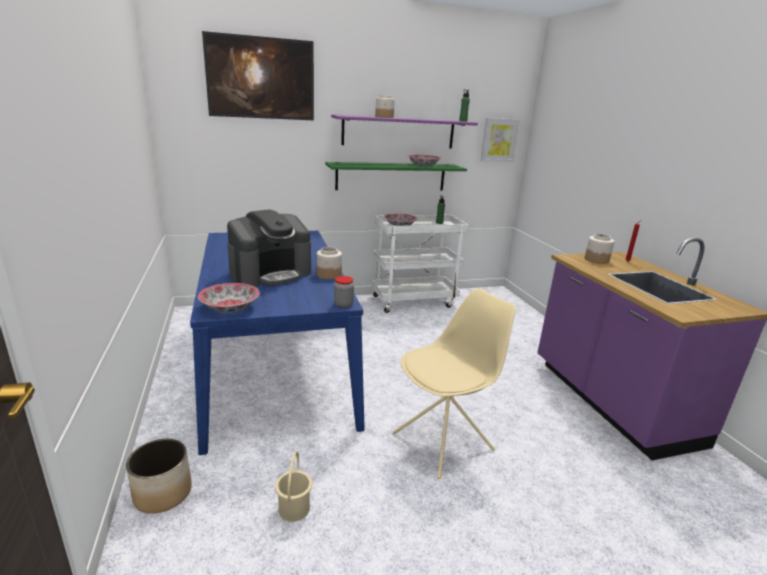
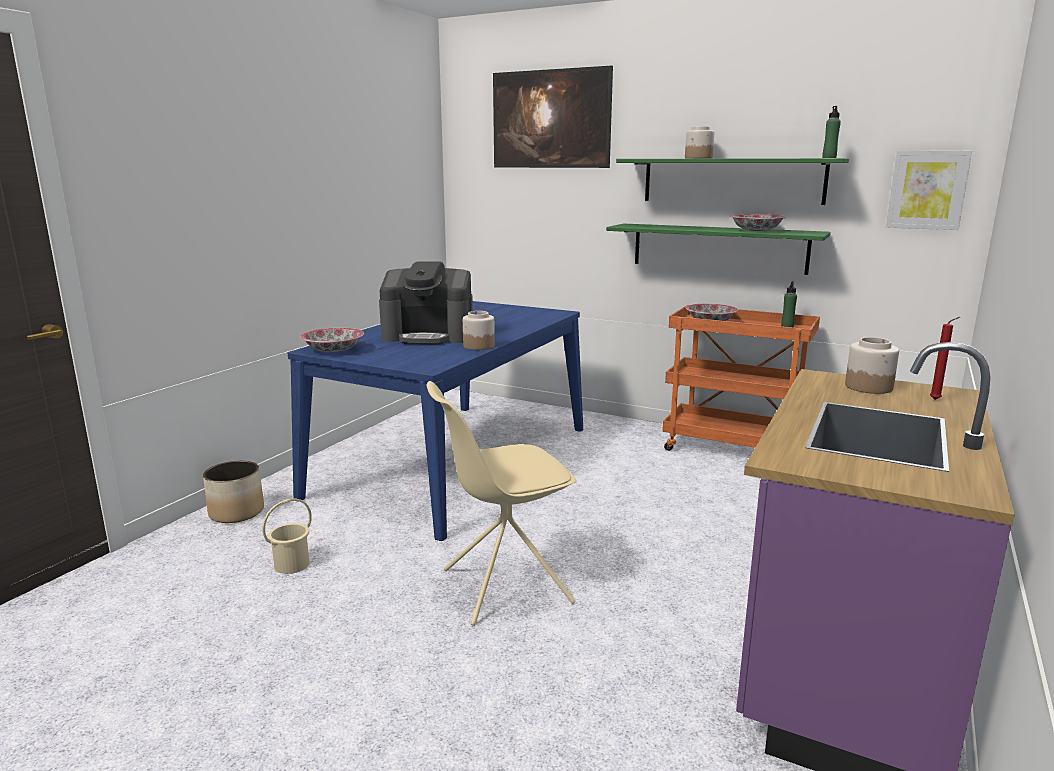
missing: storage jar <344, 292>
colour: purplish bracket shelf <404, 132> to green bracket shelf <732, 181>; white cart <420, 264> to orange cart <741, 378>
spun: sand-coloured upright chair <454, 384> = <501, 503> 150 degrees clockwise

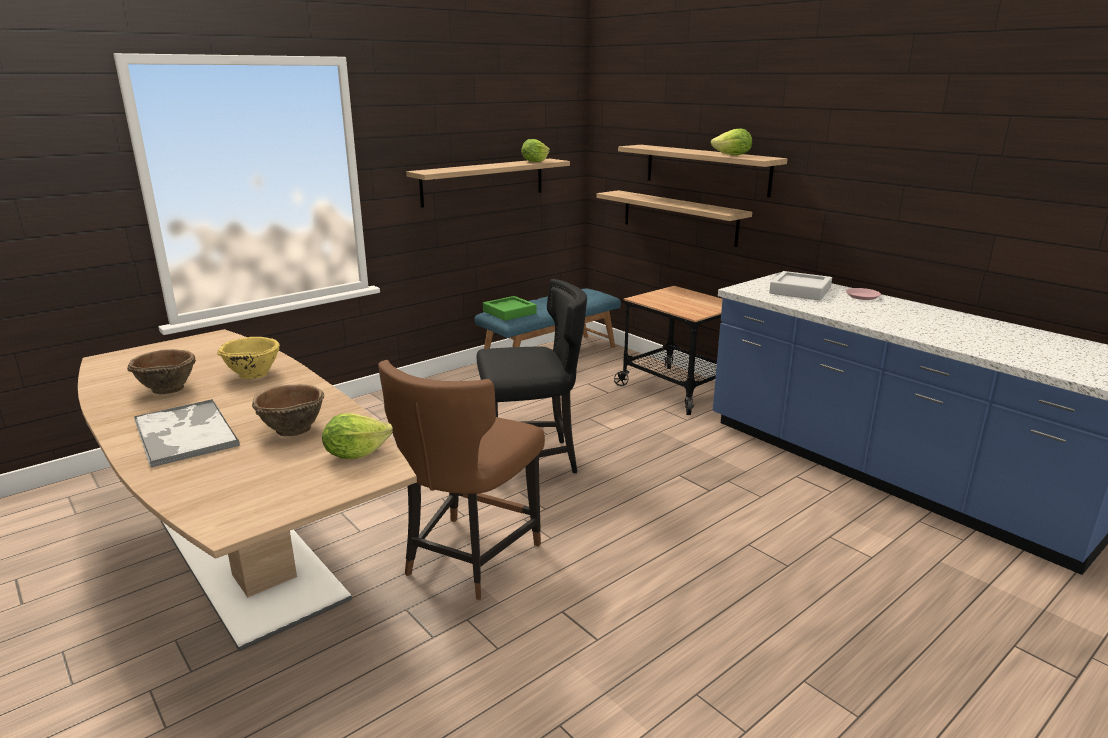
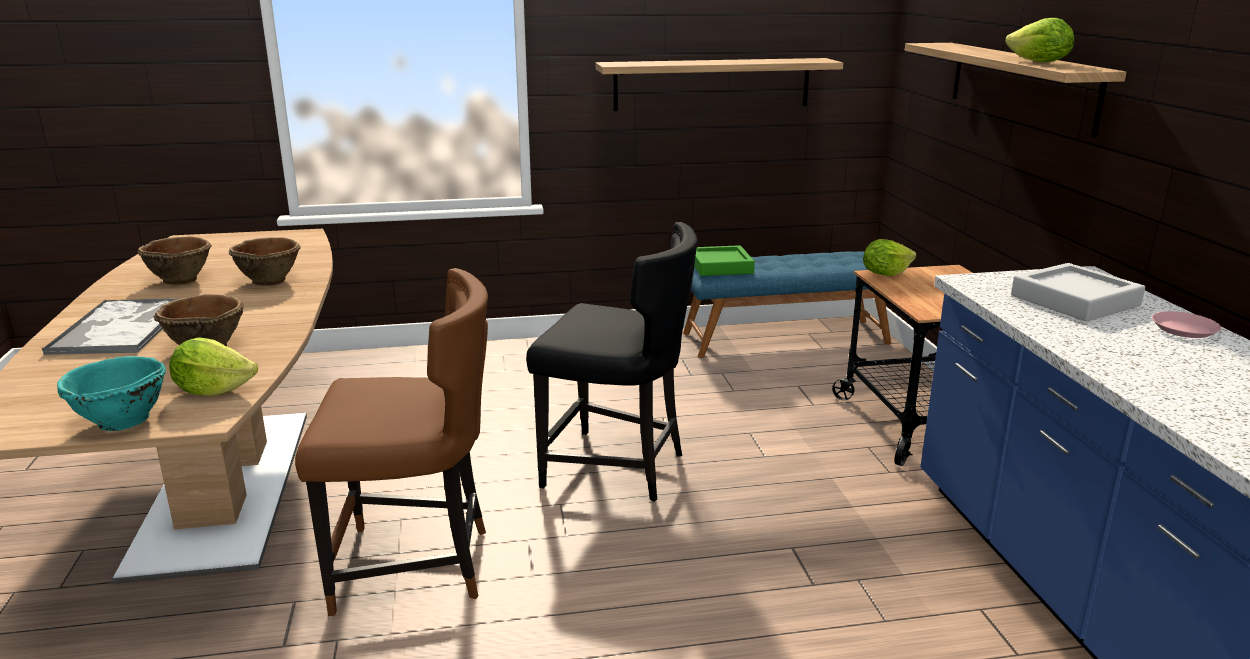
missing: bracket shelf <674, 218>
appeared: turquoise serving bowl <111, 393>
relocated: lettuce head <535, 150> to <889, 257>
colour: yellow serving bowl <248, 358> to brown serving bowl <265, 261>
spun: brown upright chair <461, 480> = <391, 442> 150 degrees counterclockwise

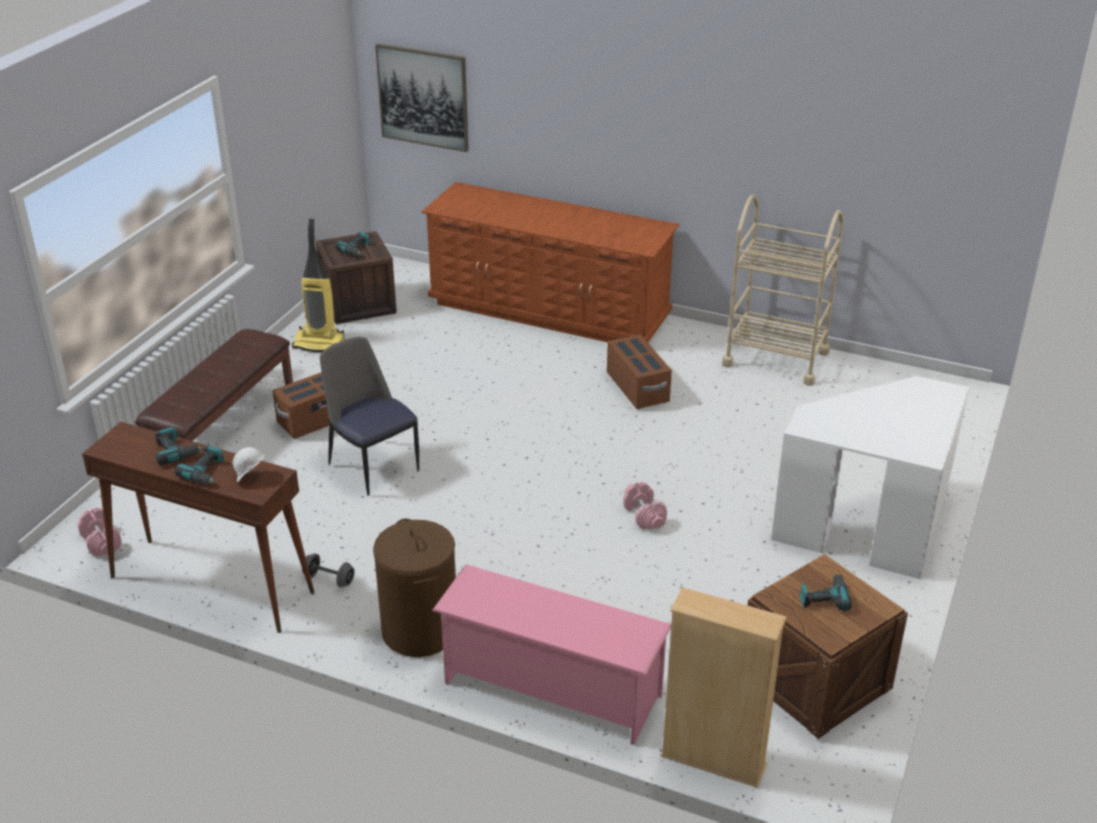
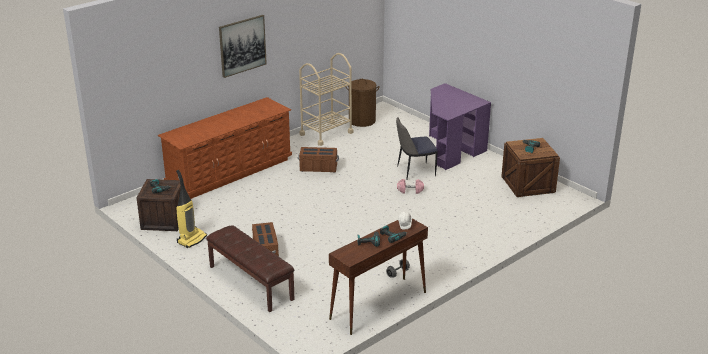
missing: pinkish dumbbell <99, 532>; pinkish shoe rack <551, 654>; sand-coloured bookcase <723, 687>
relocated: upright chair <369, 416> to <417, 148>; brown hamper <414, 587> to <363, 103>; wall art <422, 98> to <243, 46>
colour: white desk table <870, 477> to purplish desk table <460, 126>

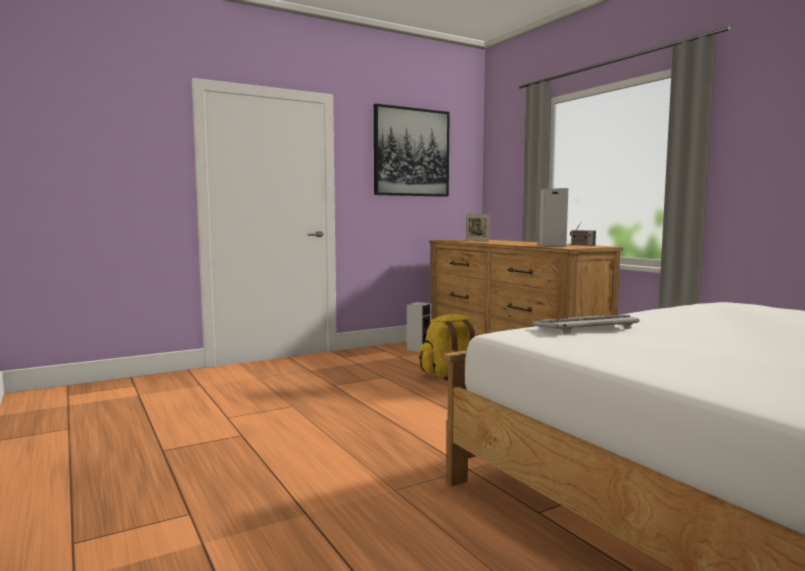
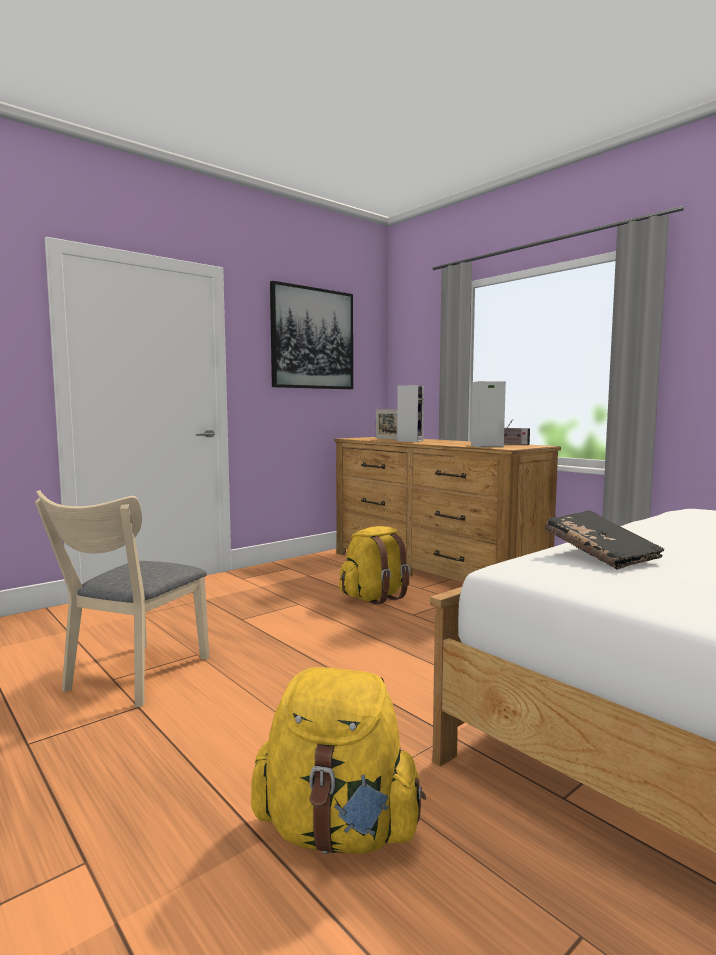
appeared: sand-coloured upright chair <122, 598>; yellow knapsack <338, 760>
relocated: audio speaker <419, 327> to <410, 413>
exchanged: computer keyboard <586, 324> to black book <604, 540>

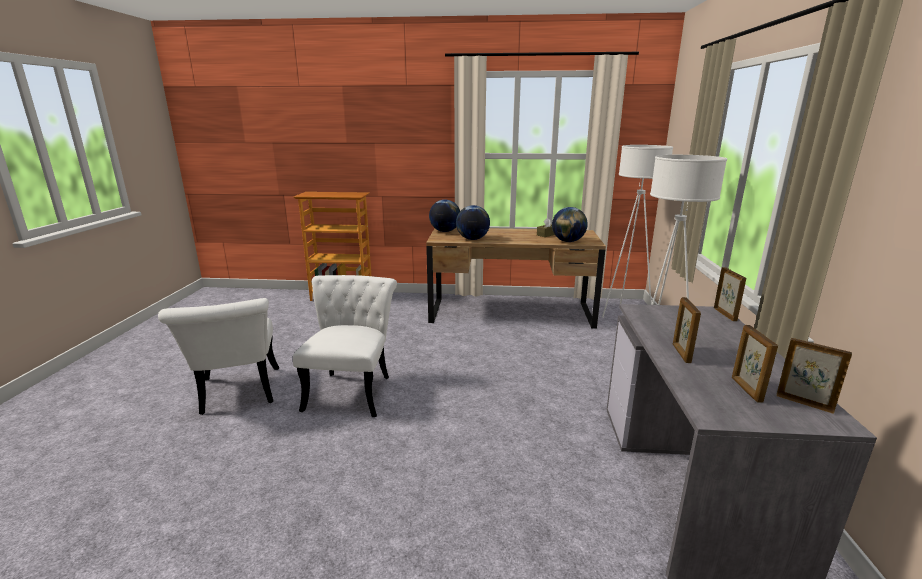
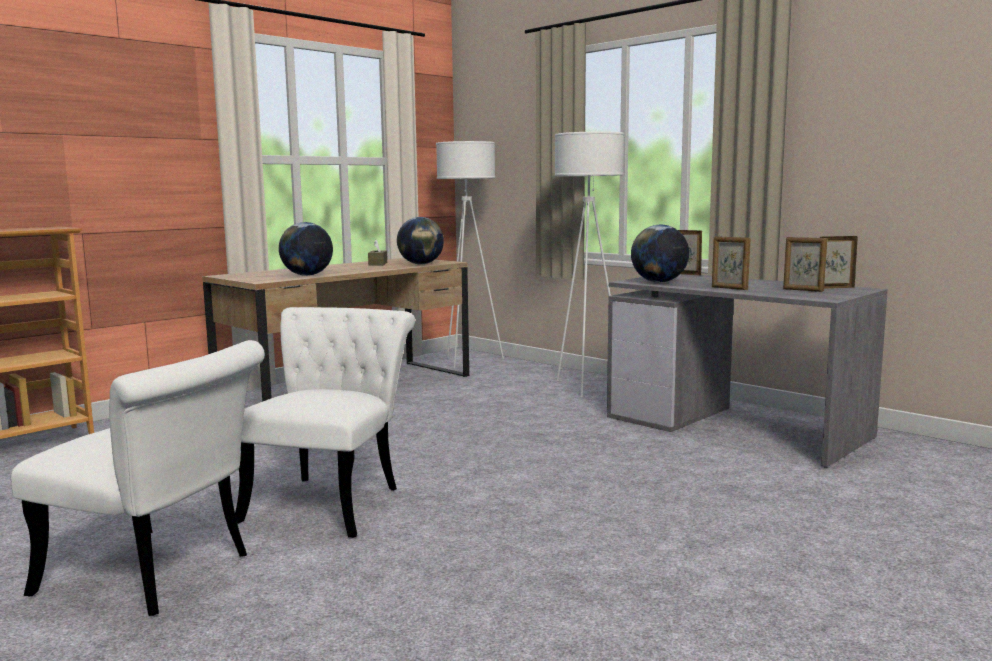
relocated: globe <444, 215> to <660, 253>
spun: white upright chair <345, 346> = <325, 422> 60 degrees clockwise

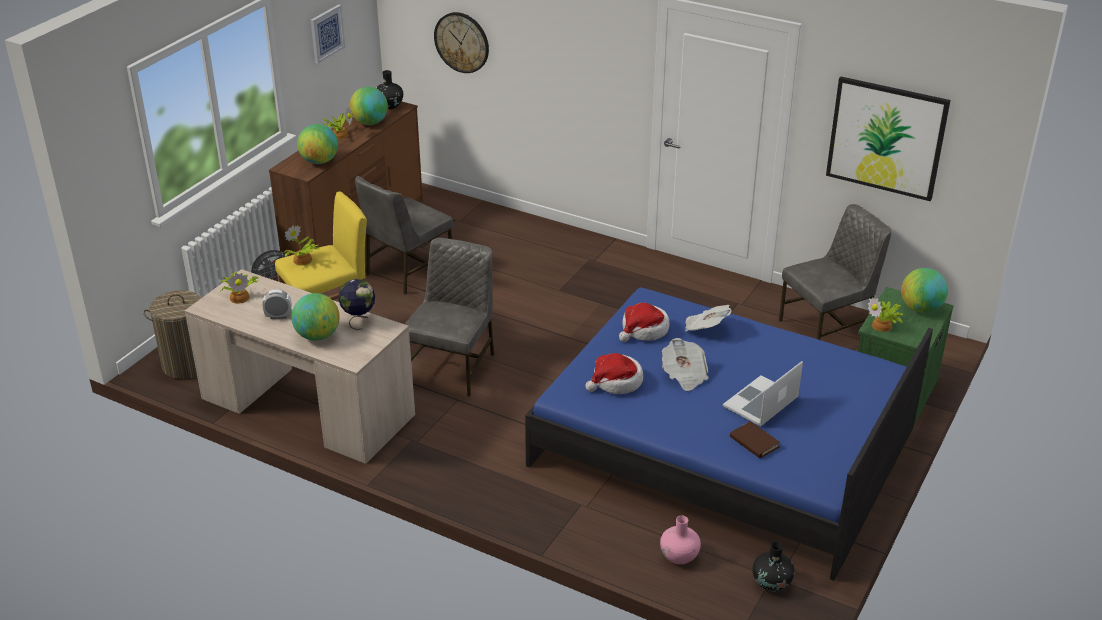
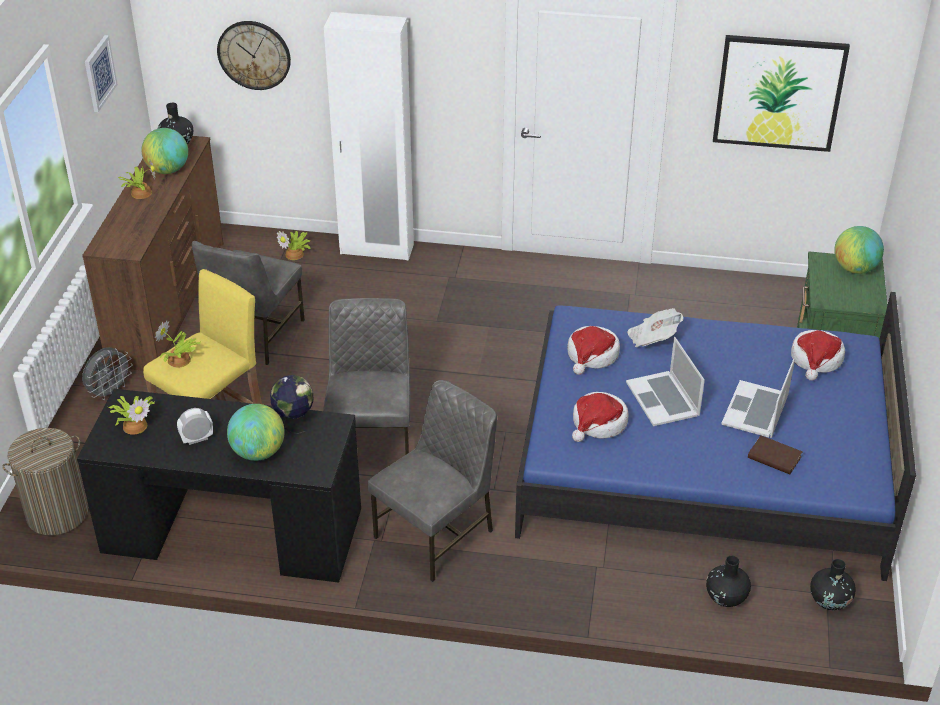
missing: globe <317, 144>
appeared: white wardrobe <369, 136>; clothing hat <818, 355>
relocated: gray upright chair <835, 272> to <432, 481>; houseplant <885, 314> to <294, 245>
exchanged: newspaper <685, 364> to notebook computer <665, 381>
colour: sand-coloured desk table <300, 366> to black desk table <219, 486>; pinkish decorative vase <680, 539> to black decorative vase <728, 581>

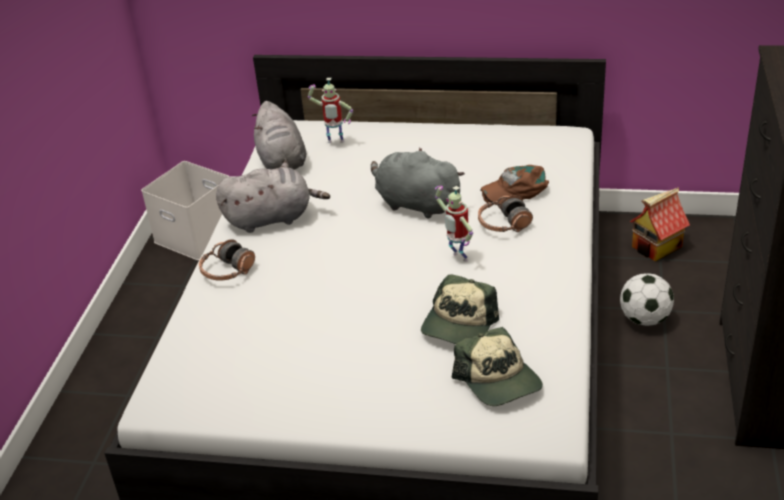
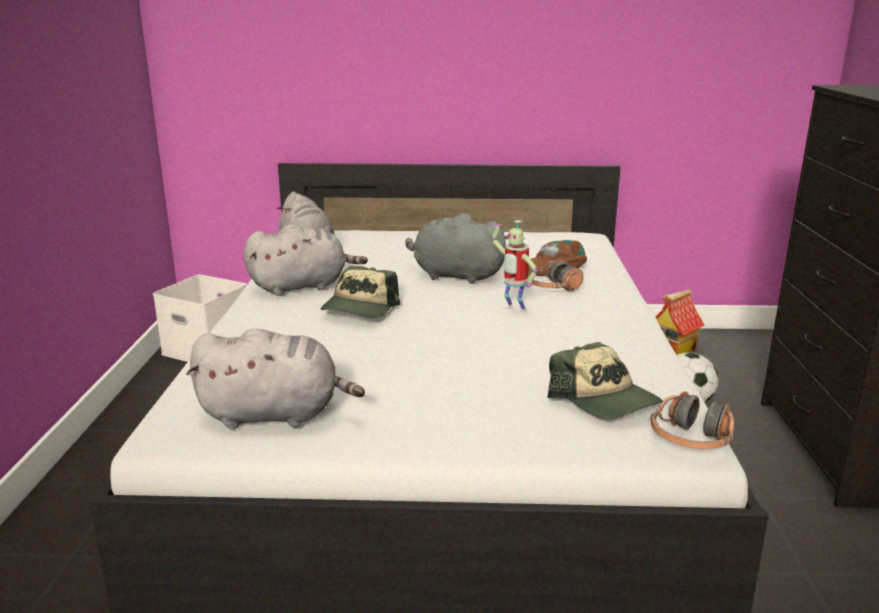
missing: robot figure <330, 110>
appeared: gray plush toy <275, 379>
relocated: pair of headphones <227, 260> to <692, 420>; peaked cap <460, 309> to <360, 292>

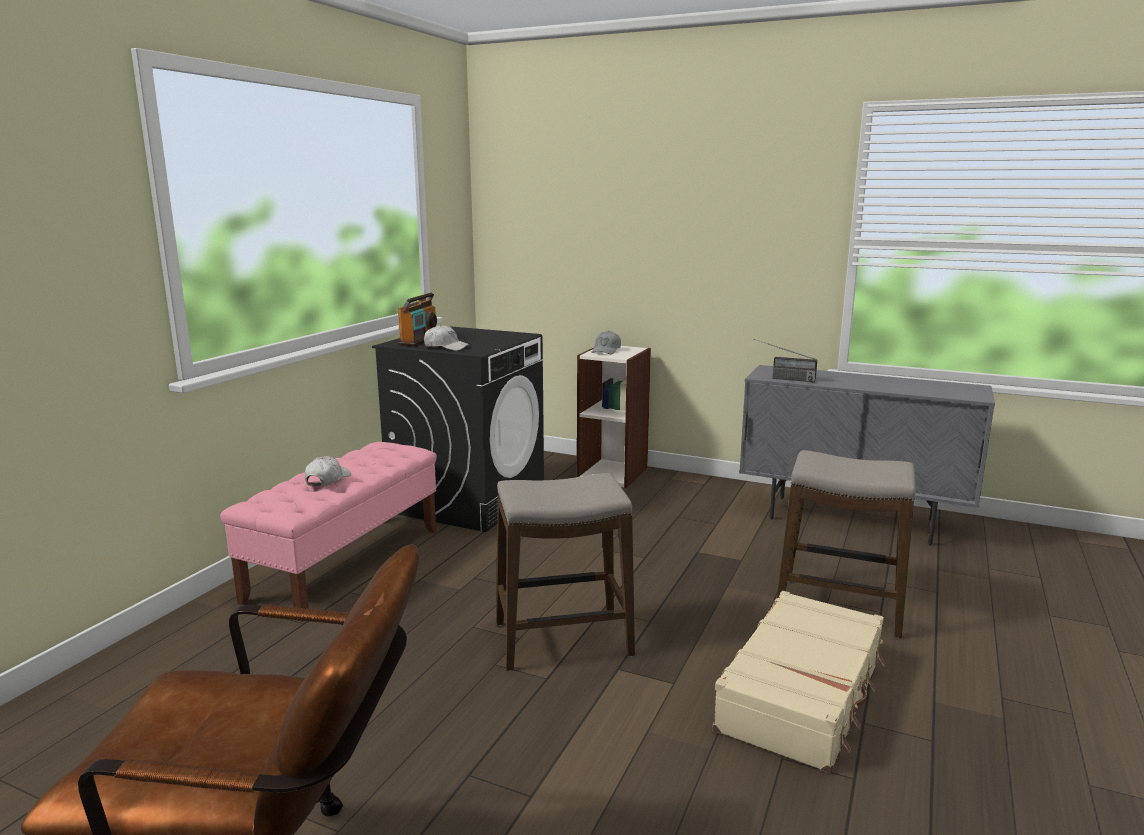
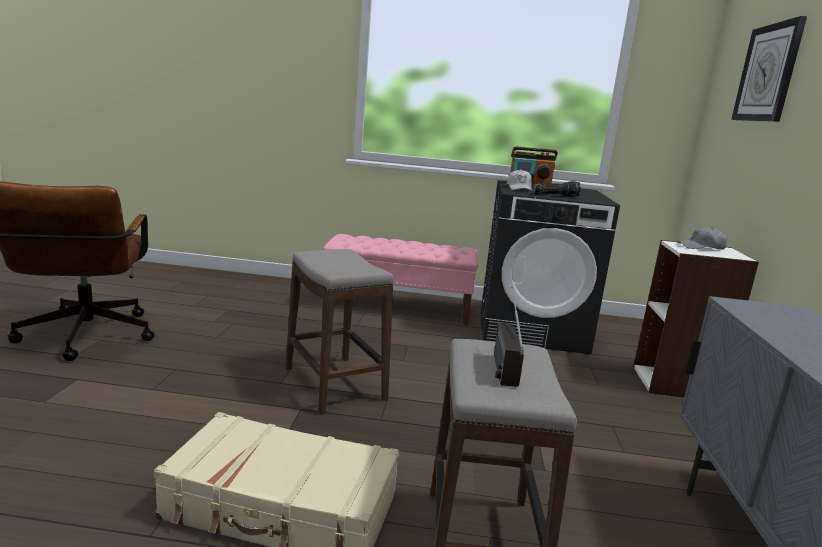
missing: white peaked cap <328, 471>
appeared: hand torch <557, 189>; hanging clock <769, 69>
relocated: radio set <785, 360> to <509, 337>

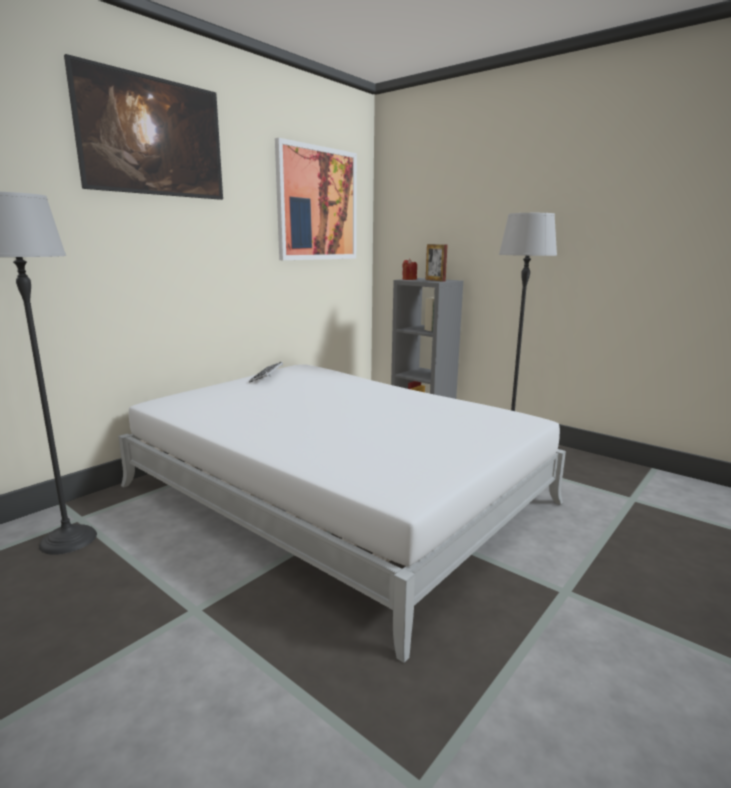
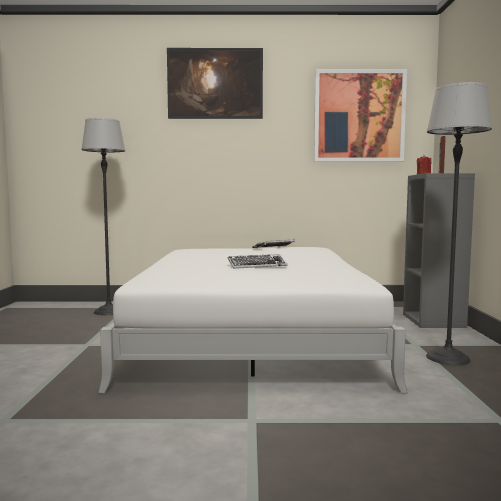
appeared: computer keyboard <258, 261>

